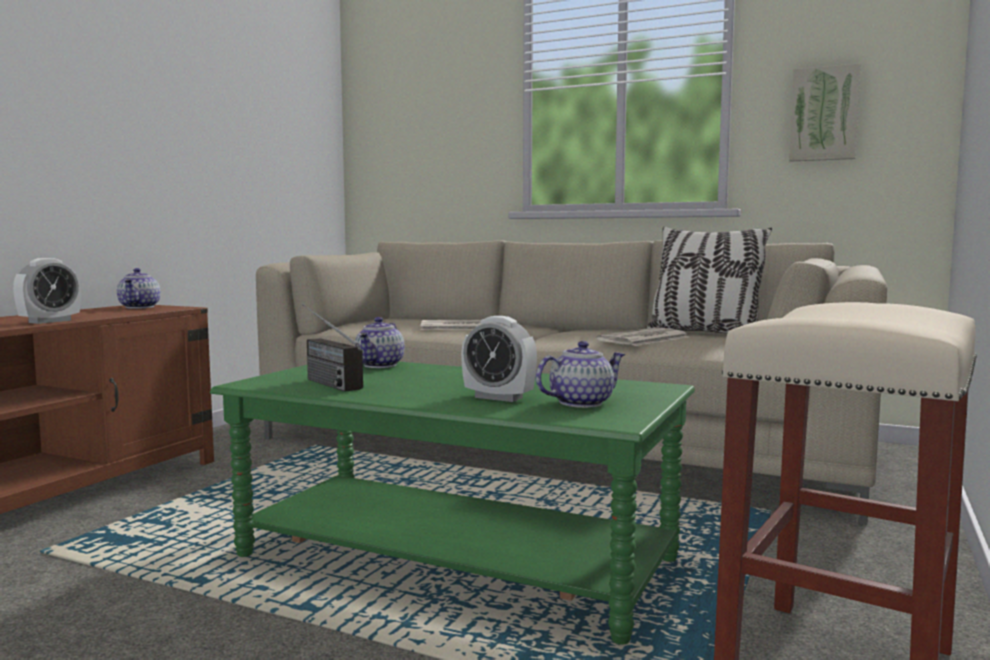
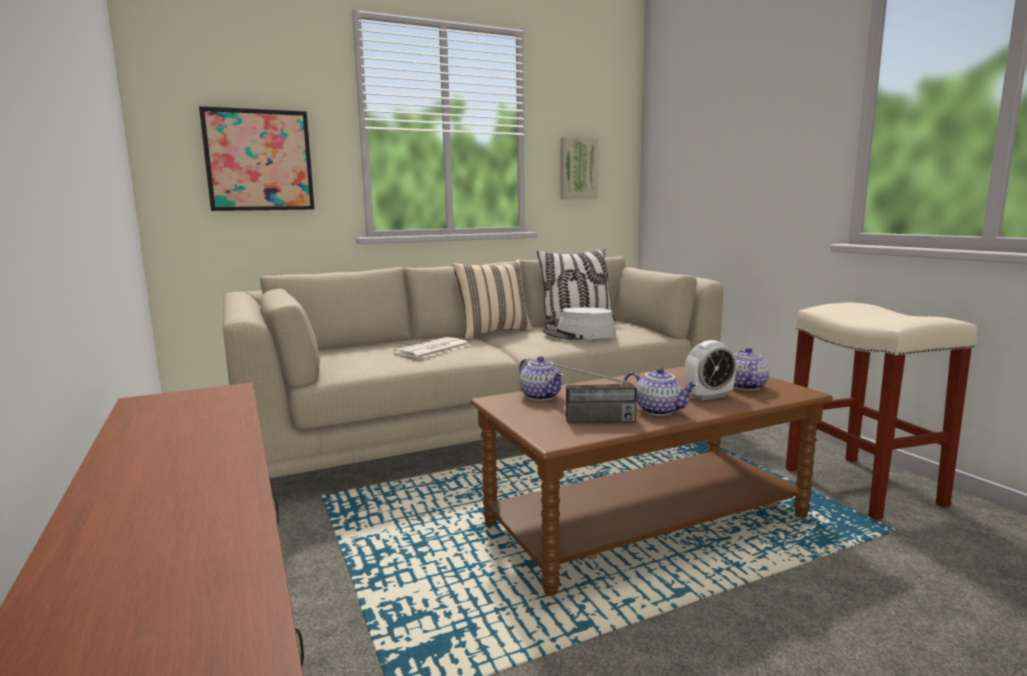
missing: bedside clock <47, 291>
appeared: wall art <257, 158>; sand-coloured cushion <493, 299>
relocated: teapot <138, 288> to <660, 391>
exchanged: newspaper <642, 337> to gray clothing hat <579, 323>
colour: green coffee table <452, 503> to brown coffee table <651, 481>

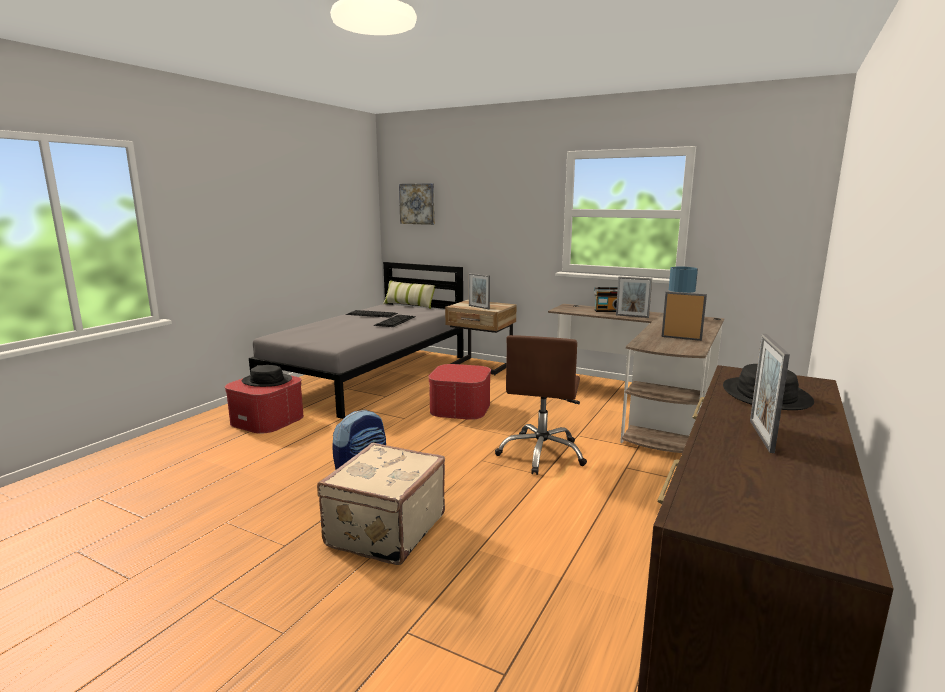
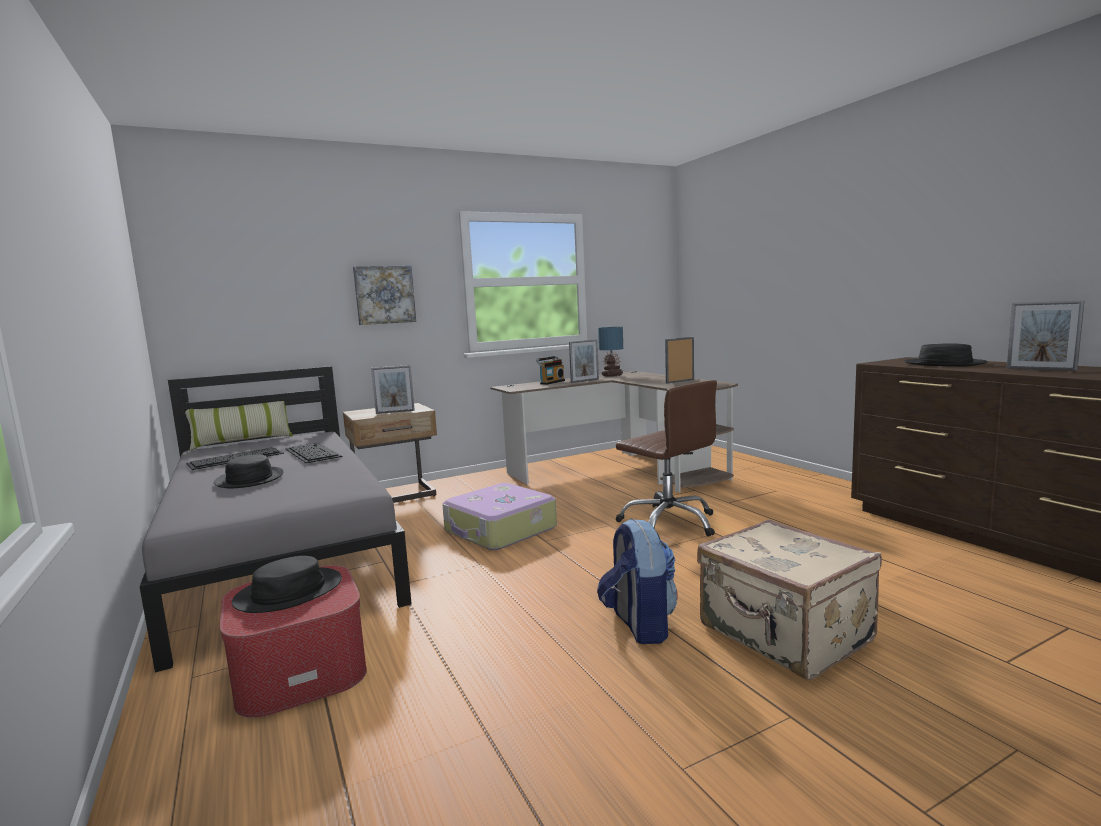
appeared: black clothing hat <249, 471>
relocated: wall art <417, 204> to <384, 295>
exchanged: pouffe <459, 392> to travel case <499, 516>

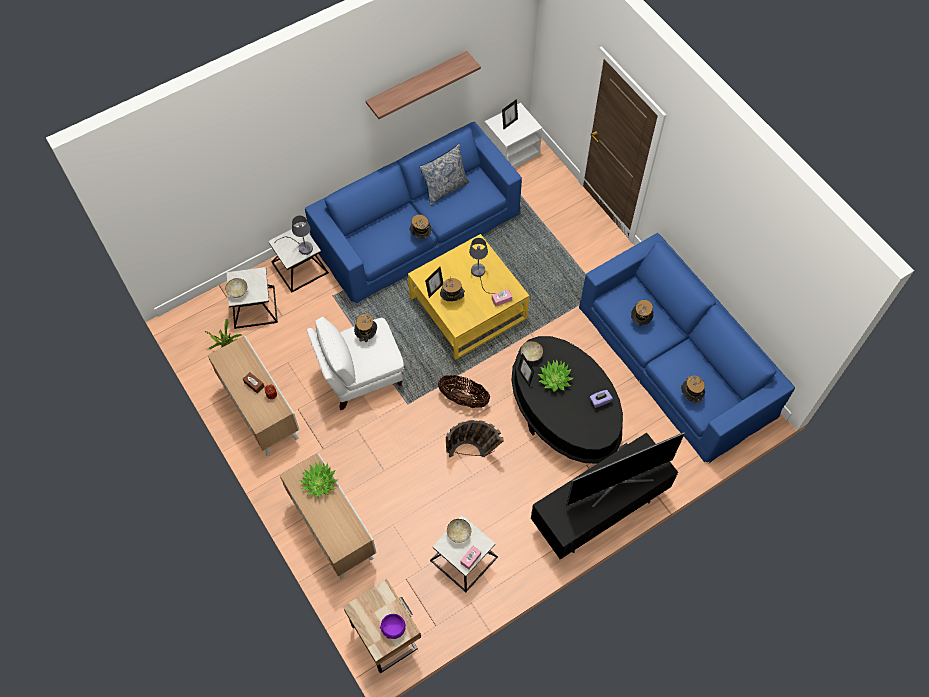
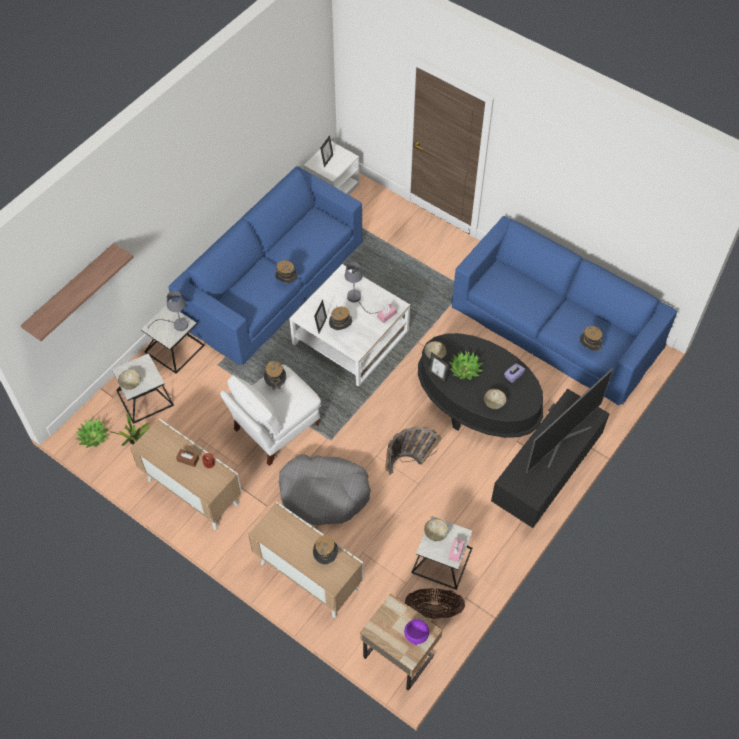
missing: cushion <444, 174>
appeared: gray pet bed <325, 489>; serving bowl <495, 399>
relocated: houseplant <319, 479> to <93, 433>; bracket shelf <423, 85> to <77, 292>; basket <464, 391> to <435, 603>; clothing hat <642, 312> to <325, 550>
colour: yellow coffee table <468, 297> to white coffee table <349, 325>

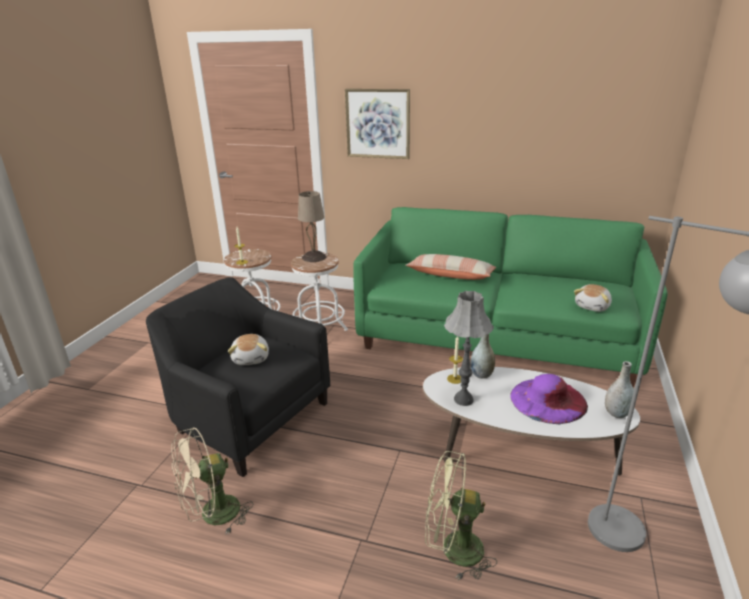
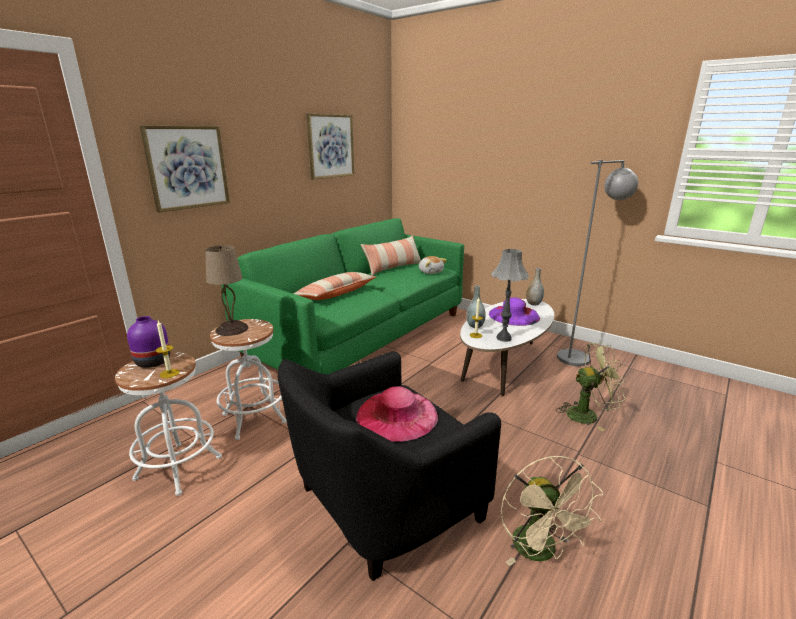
appeared: purplish decorative vase <148, 342>; wall art <330, 147>; cushion <391, 255>
exchanged: plush toy <248, 349> to pinkish clothing hat <397, 414>
spun: green electric fan <461, 515> = <591, 386> 120 degrees counterclockwise

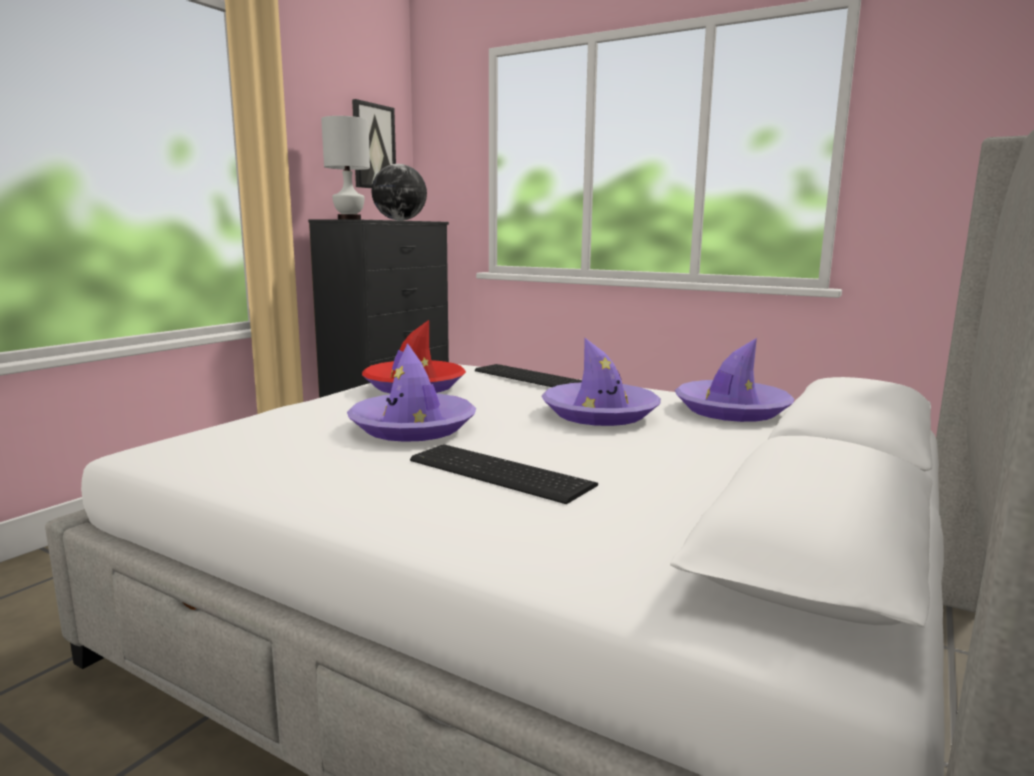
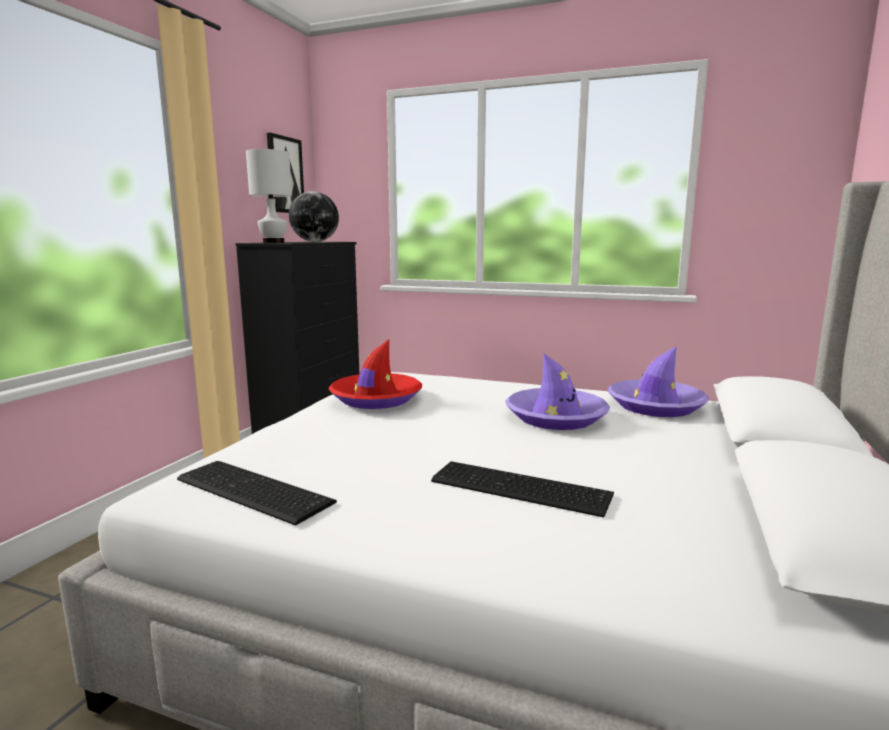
missing: purplish clothing hat <411, 392>
relocated: computer keyboard <528, 375> to <257, 493>

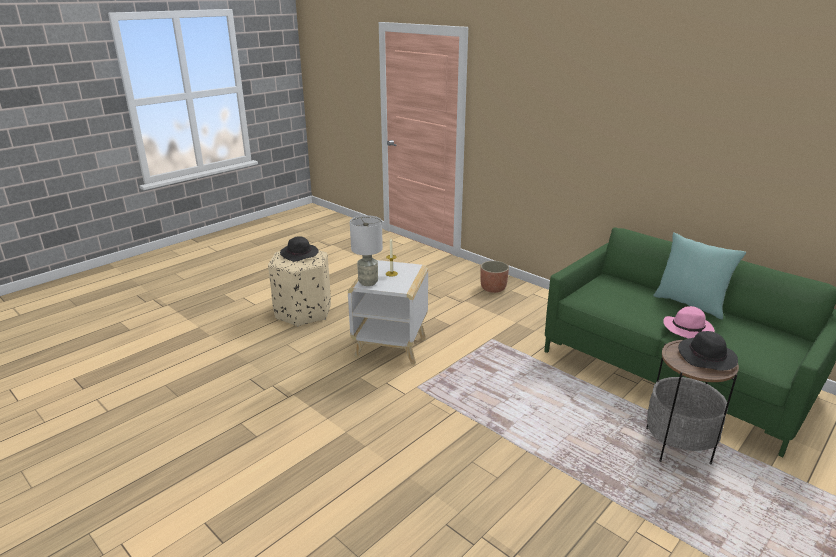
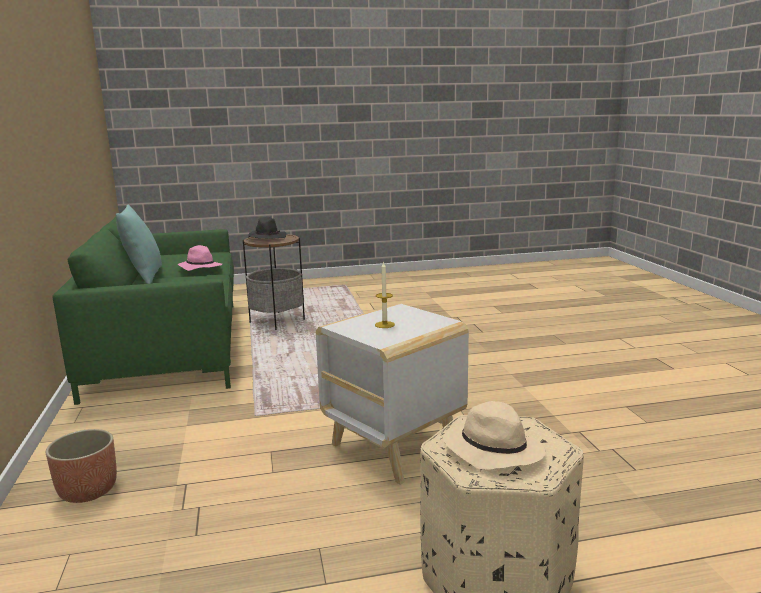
missing: gray tabletop lamp <366, 250>
colour: black clothing hat <299, 249> to sand-coloured clothing hat <494, 435>

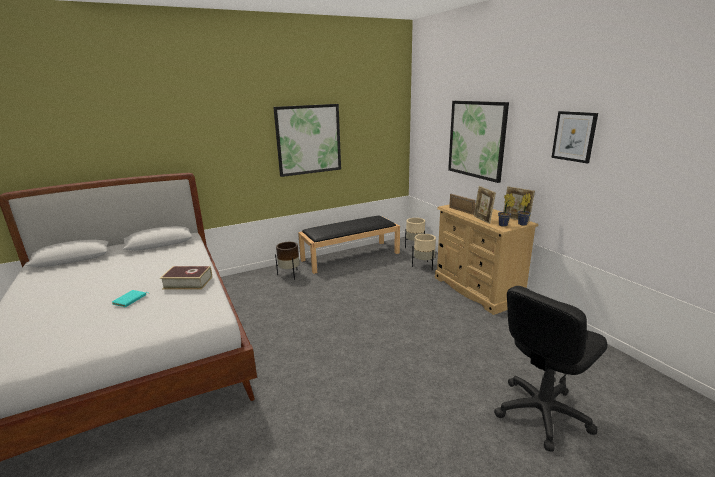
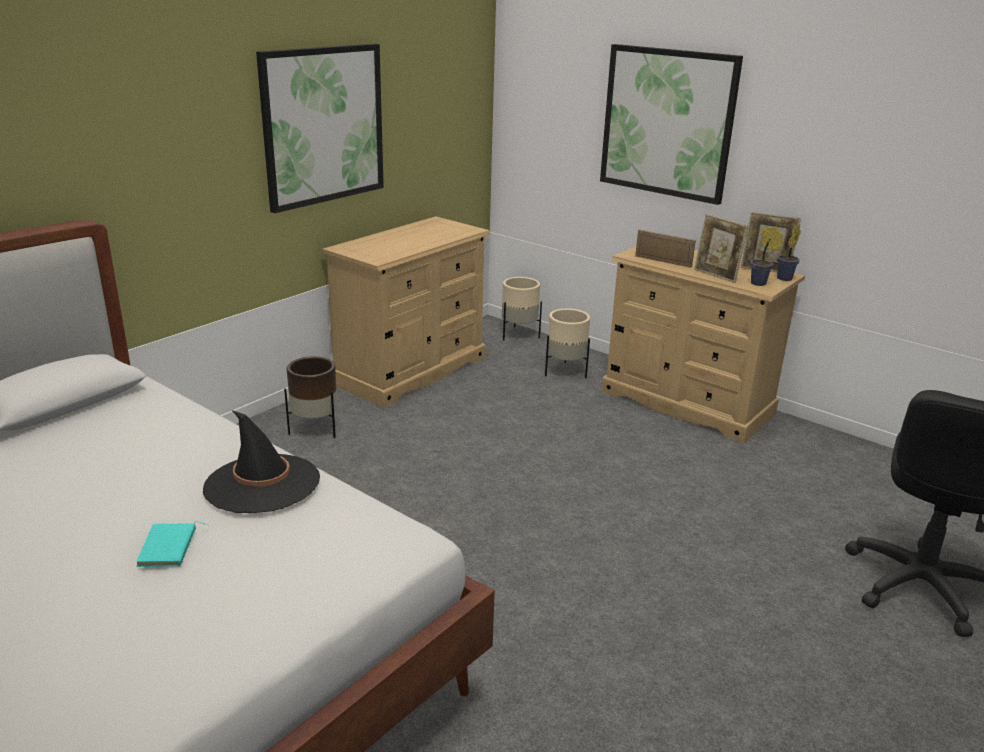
missing: wall art <574, 137>
exchanged: book <186, 277> to black clothing hat <261, 461>; black bench <349, 245> to sand-coloured dresser <406, 312>

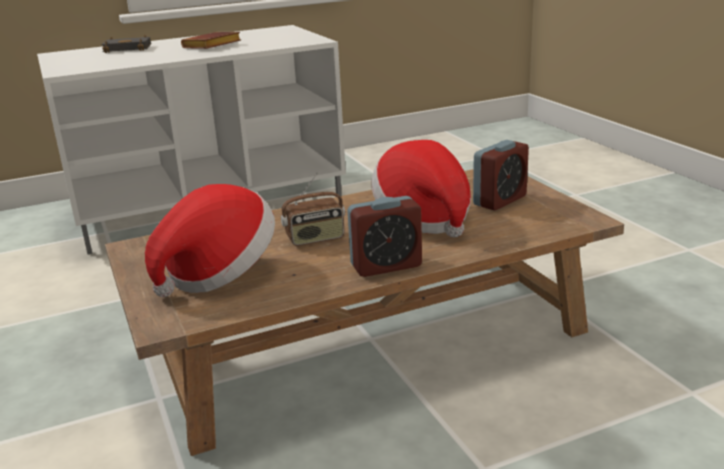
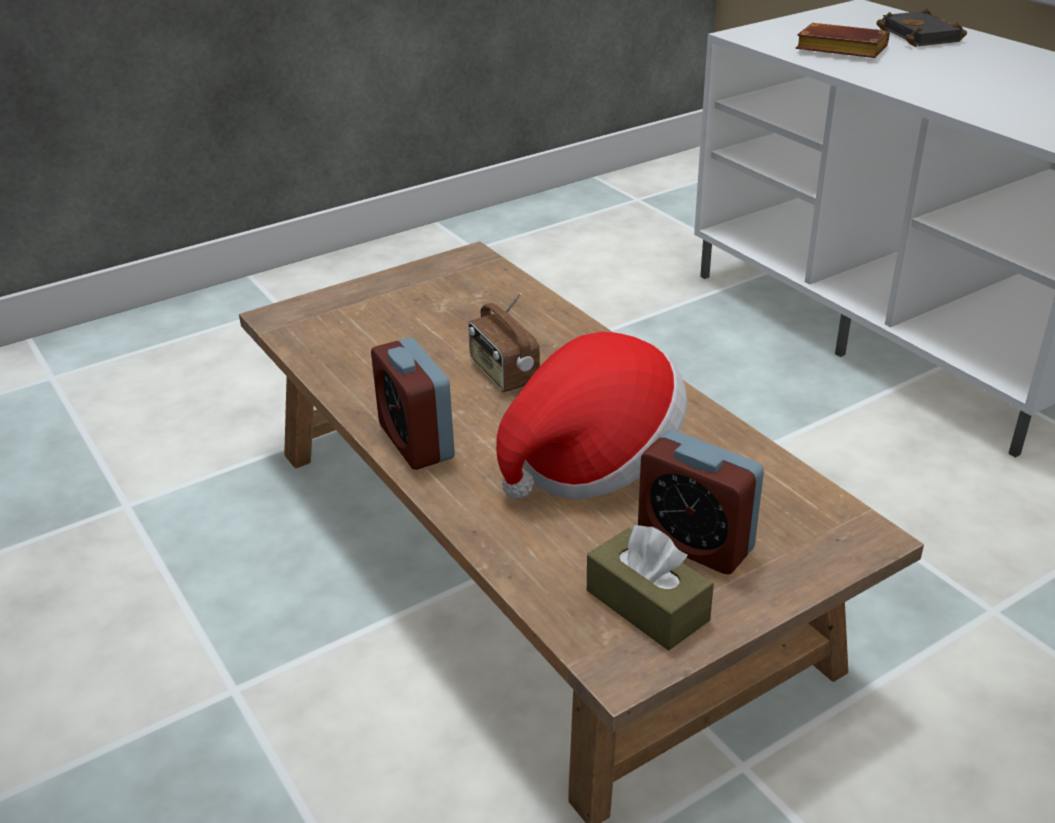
missing: clothing hat <210, 240>
appeared: brown tissue holder <650, 587>
relocated: brown book <211, 40> to <843, 40>

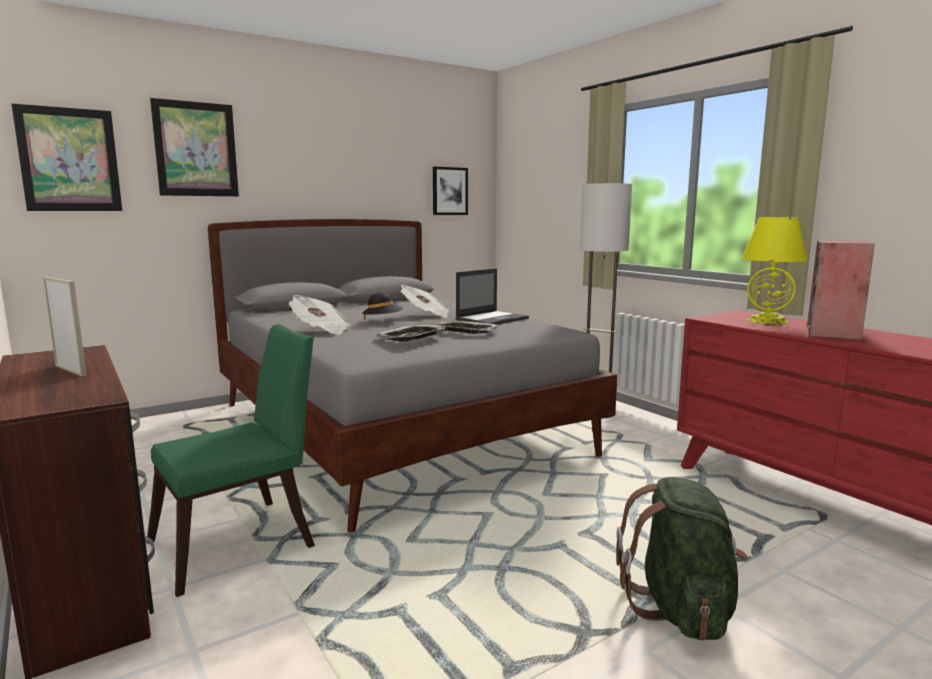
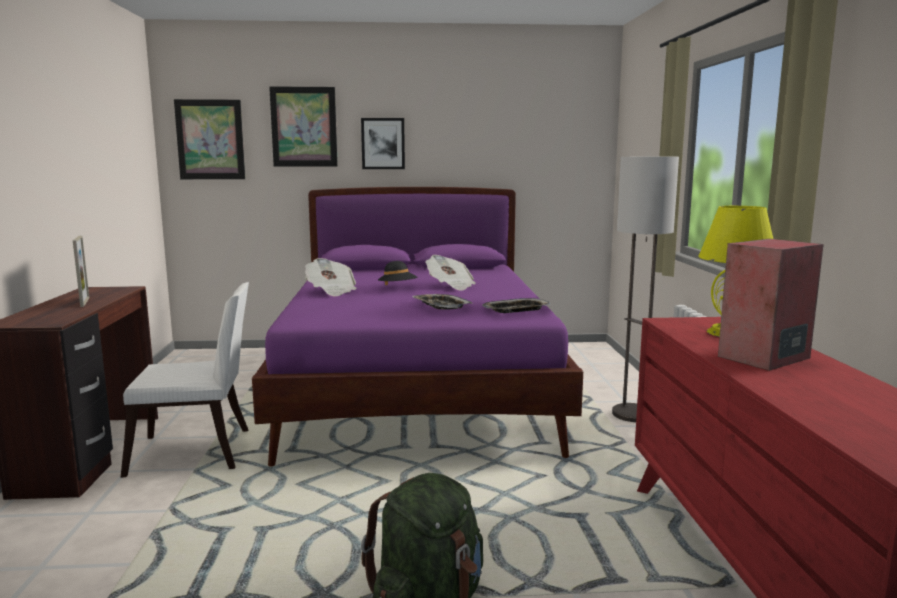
missing: notebook computer <492, 296>
relocated: carrying tray <410, 333> to <516, 305>; wall art <450, 191> to <383, 143>
colour: green upright chair <231, 460> to white upright chair <185, 380>; gray bedroom bed <412, 376> to purplish bedroom bed <417, 326>

